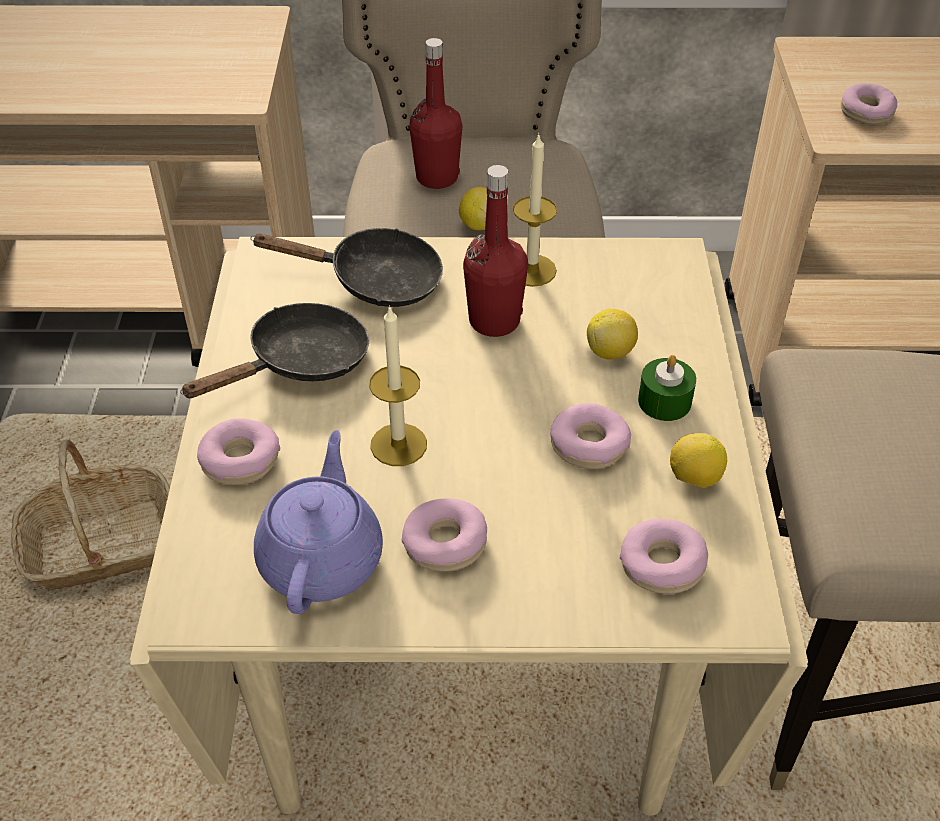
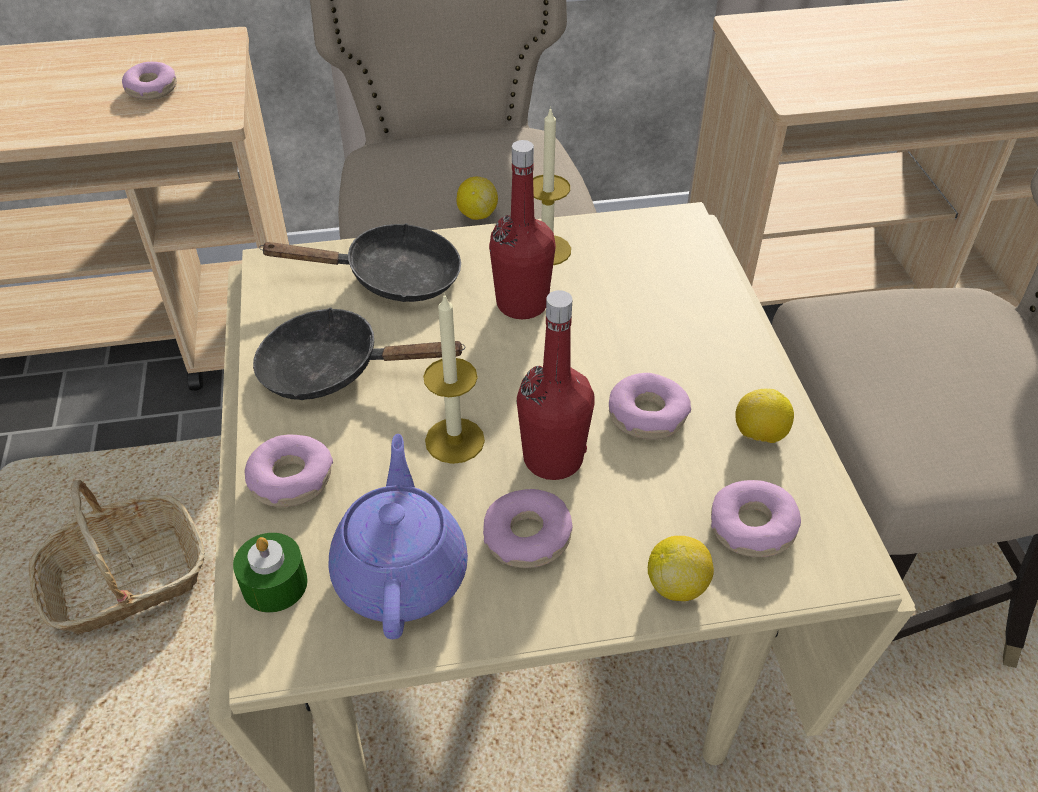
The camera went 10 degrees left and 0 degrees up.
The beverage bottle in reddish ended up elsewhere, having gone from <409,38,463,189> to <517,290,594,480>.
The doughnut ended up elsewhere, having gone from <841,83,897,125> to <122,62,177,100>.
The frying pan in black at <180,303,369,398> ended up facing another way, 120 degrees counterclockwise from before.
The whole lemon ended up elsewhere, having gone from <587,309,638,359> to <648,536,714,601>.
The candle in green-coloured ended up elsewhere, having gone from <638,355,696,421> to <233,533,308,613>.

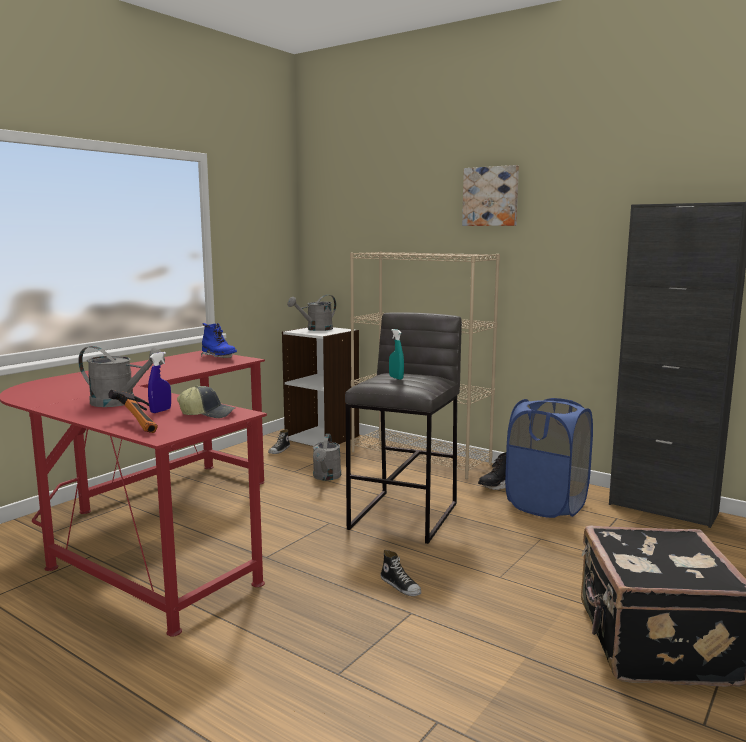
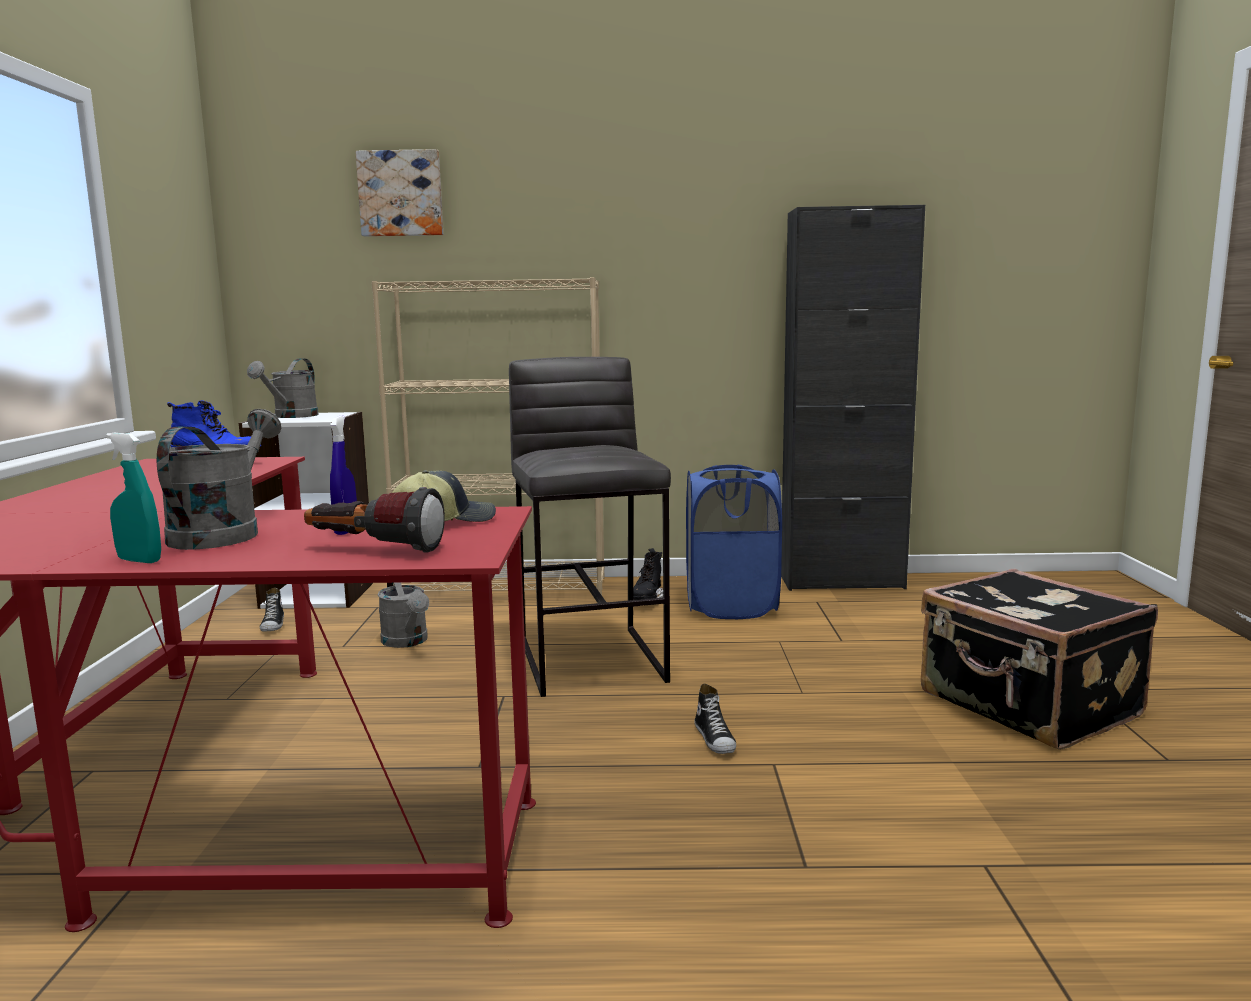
The camera went 35 degrees left and 0 degrees up.
The wall picture ended up elsewhere, having gone from <462,165,519,226> to <355,149,443,237>.
The hand sprayer in turquoise-coloured ended up elsewhere, having gone from <389,329,404,380> to <106,433,161,563>.
The watering pot in greyish at <78,346,165,407> ended up facing another way, 60 degrees counterclockwise from before.
Where the hand hammer stood at <108,390,158,433>, the hand torch came to stand at <304,487,445,553>.
The shoe at <380,550,421,596> ended up facing another way, 60 degrees clockwise from before.

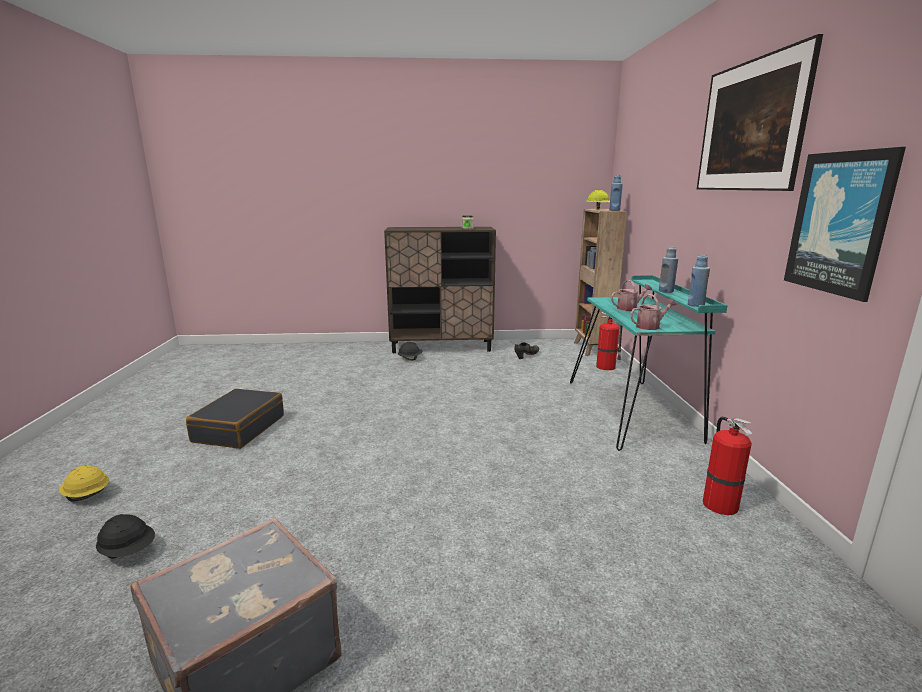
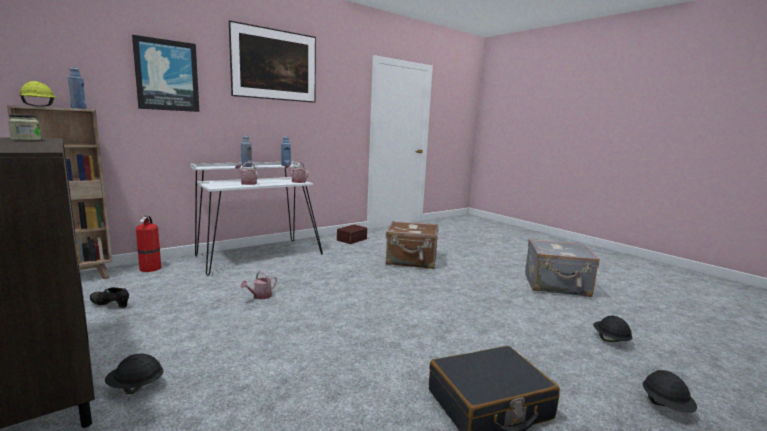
The camera went 125 degrees left and 5 degrees down.
The wall picture ended up elsewhere, having gone from <784,147,906,302> to <132,35,199,112>.
What was the desk table in turquoise-coloured at <570,275,728,451> turned into the desk table in white at <190,162,323,276>.
Where the extinguisher stood at <703,416,752,515>, the storage container in brown-coloured came to stand at <337,224,367,244>.
What was the safety helmet in yellowish at <59,465,109,502> turned into the safety helmet in black at <643,370,697,413>.
The second view gained the travel case in brown-coloured at <386,221,438,269>.
The second view gained the watering pot at <240,271,277,299>.

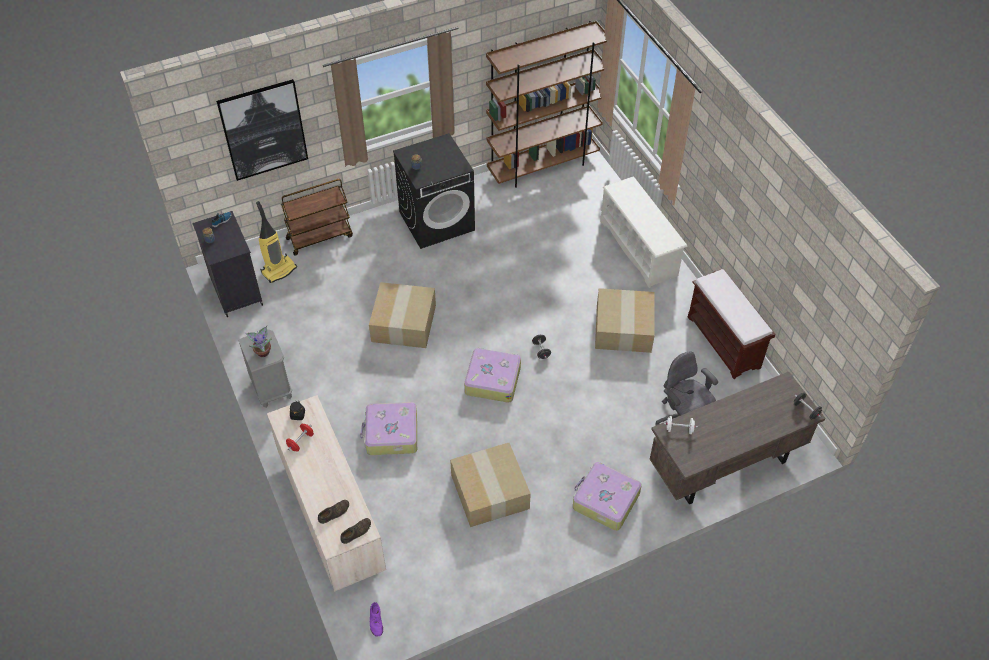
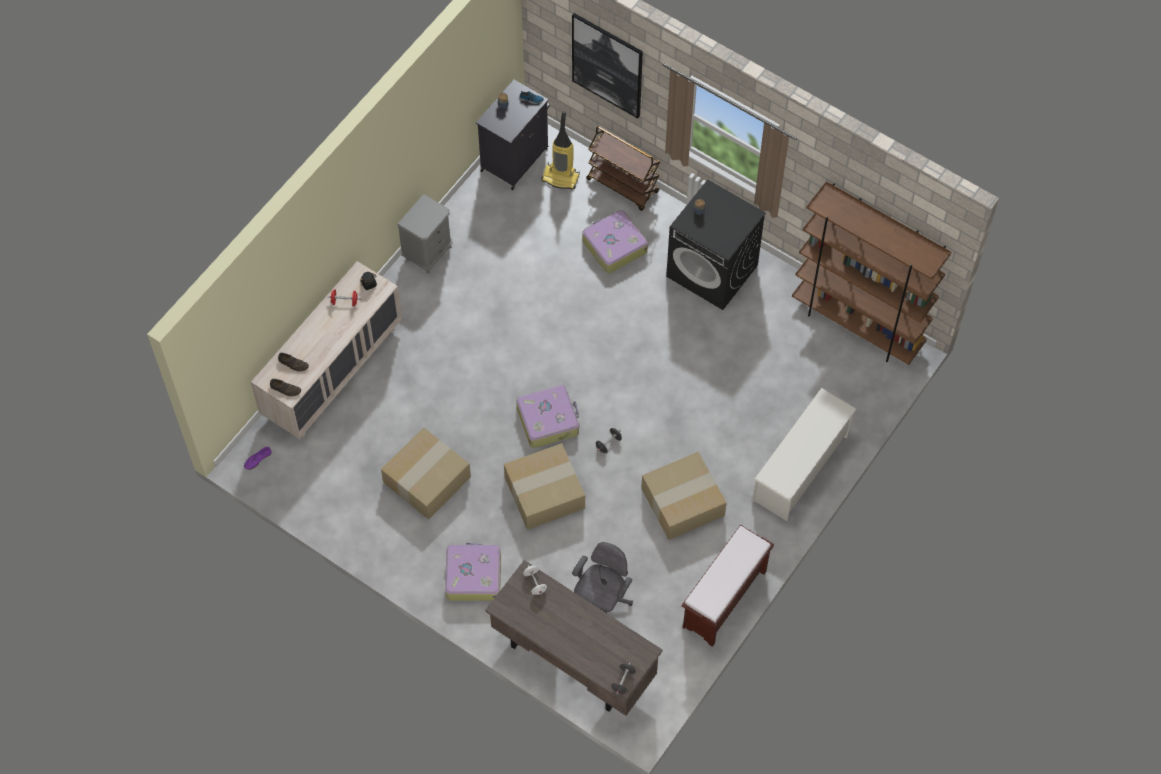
The camera went 60 degrees right and 10 degrees up.
The cardboard box ended up elsewhere, having gone from <369,282,436,348> to <504,443,585,530>.
The second view lost the houseplant at <245,325,272,357>.
The travel case ended up elsewhere, having gone from <360,402,417,455> to <582,210,648,273>.

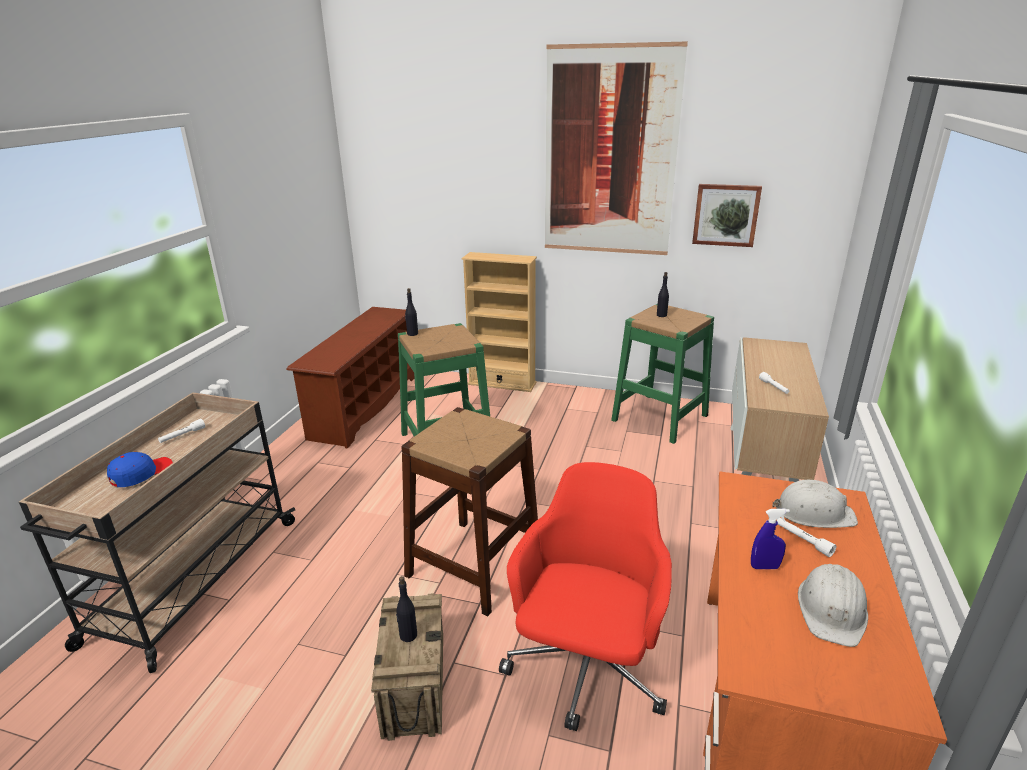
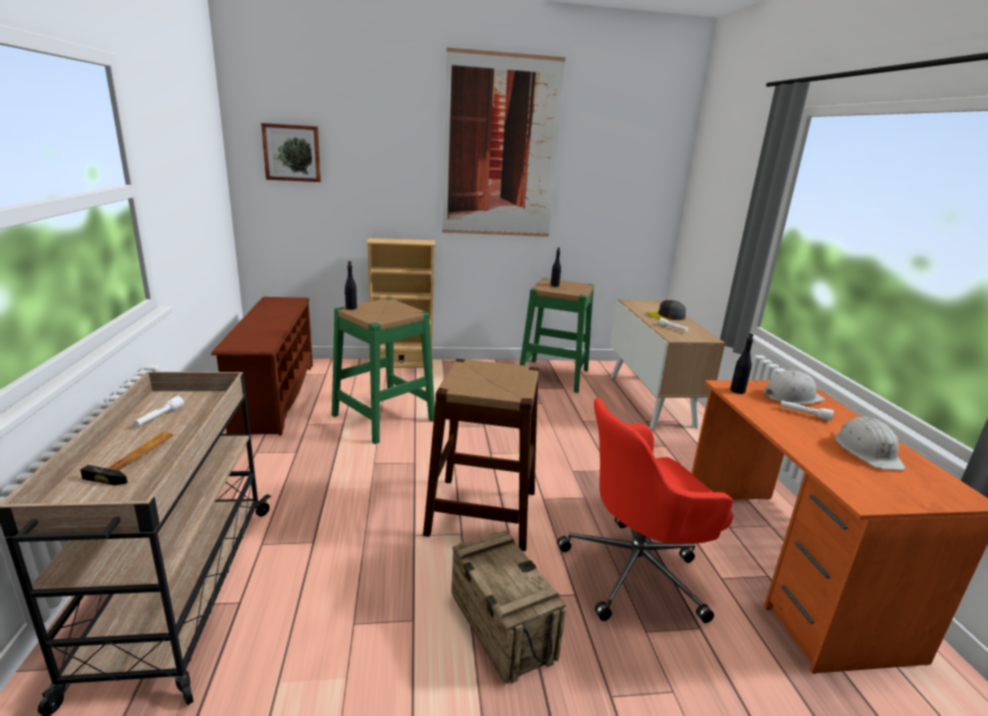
The camera went 25 degrees left and 5 degrees down.
The wall picture ended up elsewhere, having gone from <692,184,762,247> to <261,123,321,182>.
Where the peaked cap in blue stood at <107,452,173,487>, the hand hammer came to stand at <80,432,174,486>.
The computer chair in reddish at <499,462,672,731> ended up facing another way, 105 degrees counterclockwise from before.
The second view lost the hand sprayer in blue at <751,509,790,569>.
The beverage bottle in black ended up elsewhere, having gone from <396,576,417,642> to <730,333,754,394>.
The second view gained the peaked cap in greyish at <649,300,686,320>.

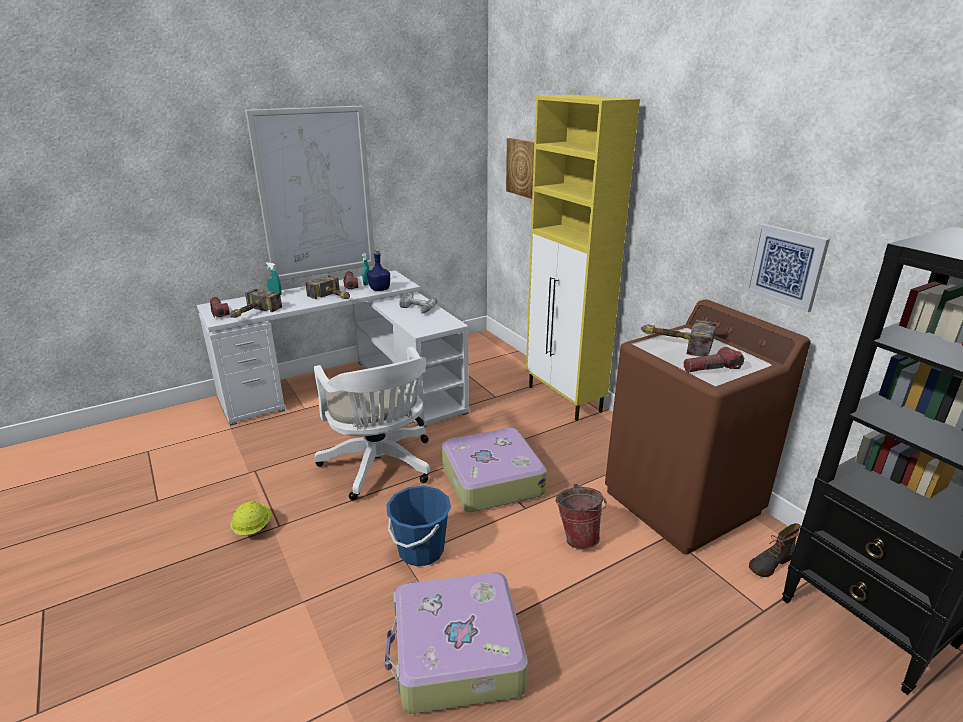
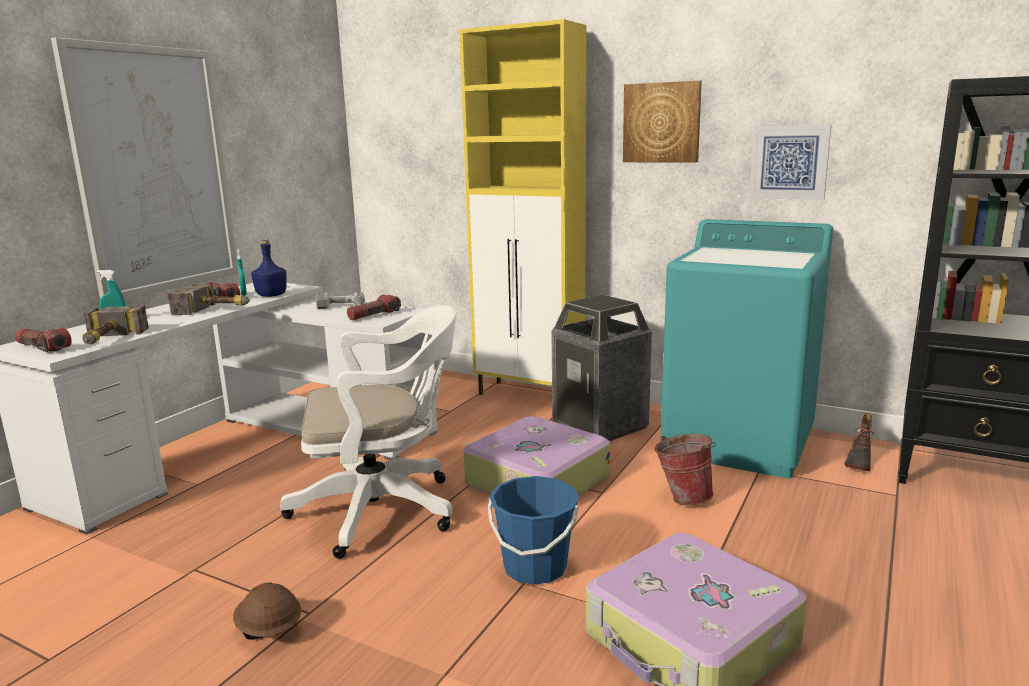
The camera went 30 degrees left and 10 degrees down.
The wall picture ended up elsewhere, having gone from <506,138,534,199> to <623,80,702,162>.
What was the laundry appliance in brown-coloured at <605,300,810,555> turned into the laundry appliance in turquoise-coloured at <660,219,833,478>.
The second view lost the hand hammer at <641,320,717,357>.
The computer chair in white at <314,347,430,501> ended up facing another way, 45 degrees counterclockwise from before.
The hand torch ended up elsewhere, having gone from <683,347,744,372> to <347,295,401,320>.
What was the safety helmet in yellowish at <230,501,271,535> turned into the safety helmet in brown-coloured at <233,582,301,640>.
The second view gained the waste bin at <551,295,652,441>.

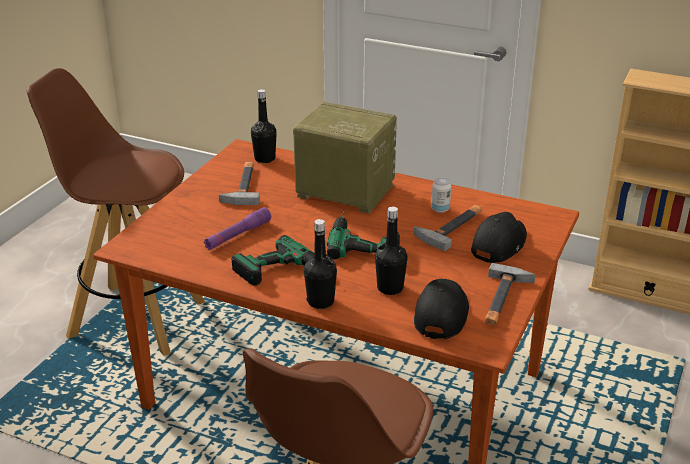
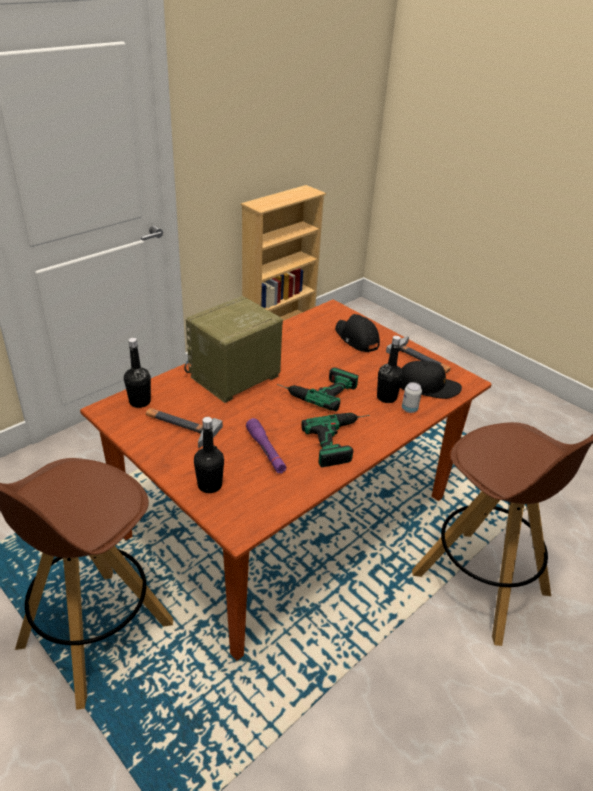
The camera went 70 degrees left and 5 degrees up.
The sealed can ended up elsewhere, having gone from <431,178,451,213> to <402,382,422,413>.
The second view lost the hand hammer at <413,205,482,251>.
The beverage bottle in black ended up elsewhere, having gone from <304,219,337,309> to <194,417,224,493>.
The peaked cap in black at <414,279,469,339> ended up facing another way, 150 degrees clockwise from before.

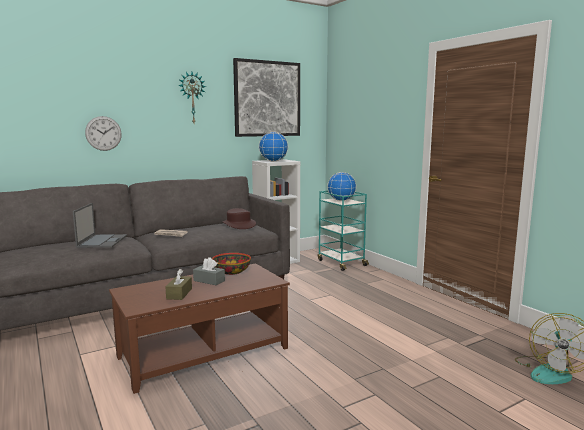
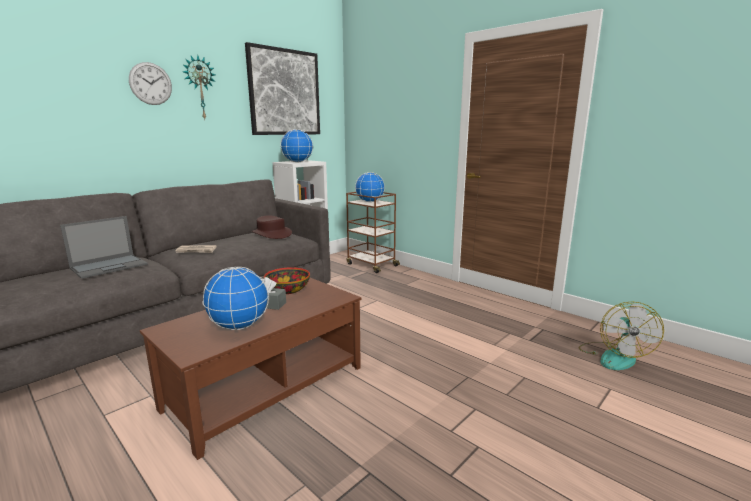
The camera went 15 degrees left and 5 degrees up.
The clock on the wall ended up elsewhere, having gone from <85,116,122,151> to <129,62,172,105>.
What was the trolley in turquoise-coloured at <318,190,369,271> turned into the trolley in brown-coloured at <346,192,400,273>.
The portable computer at <73,203,127,248> ended up facing another way, 60 degrees clockwise from before.
Where the box of tissues in brown-coloured stood at <166,269,192,300>, the globe came to stand at <202,266,269,330>.

